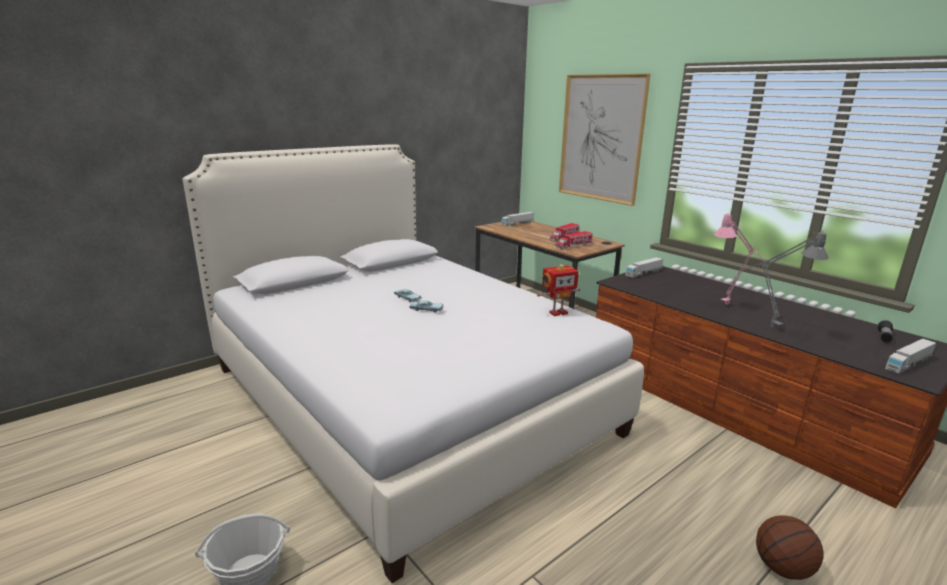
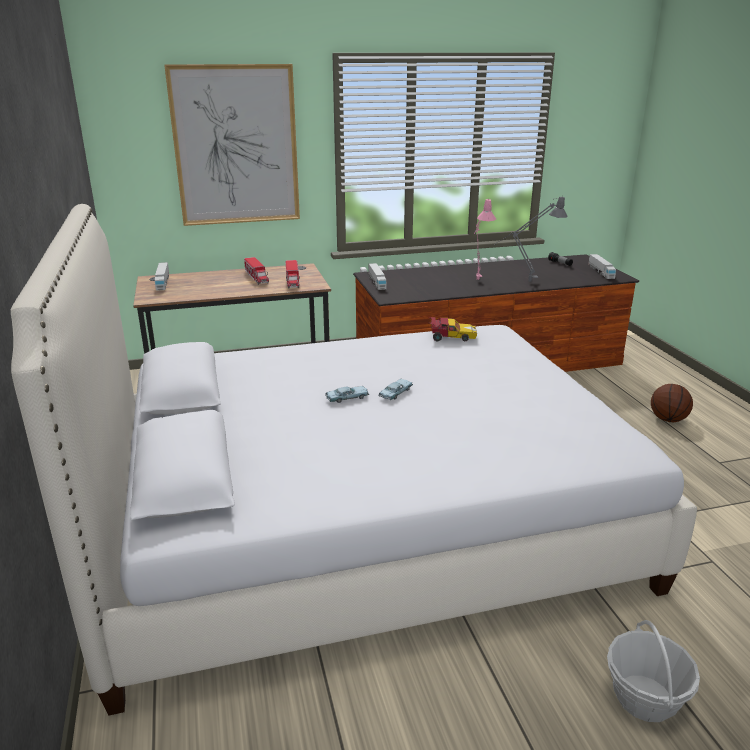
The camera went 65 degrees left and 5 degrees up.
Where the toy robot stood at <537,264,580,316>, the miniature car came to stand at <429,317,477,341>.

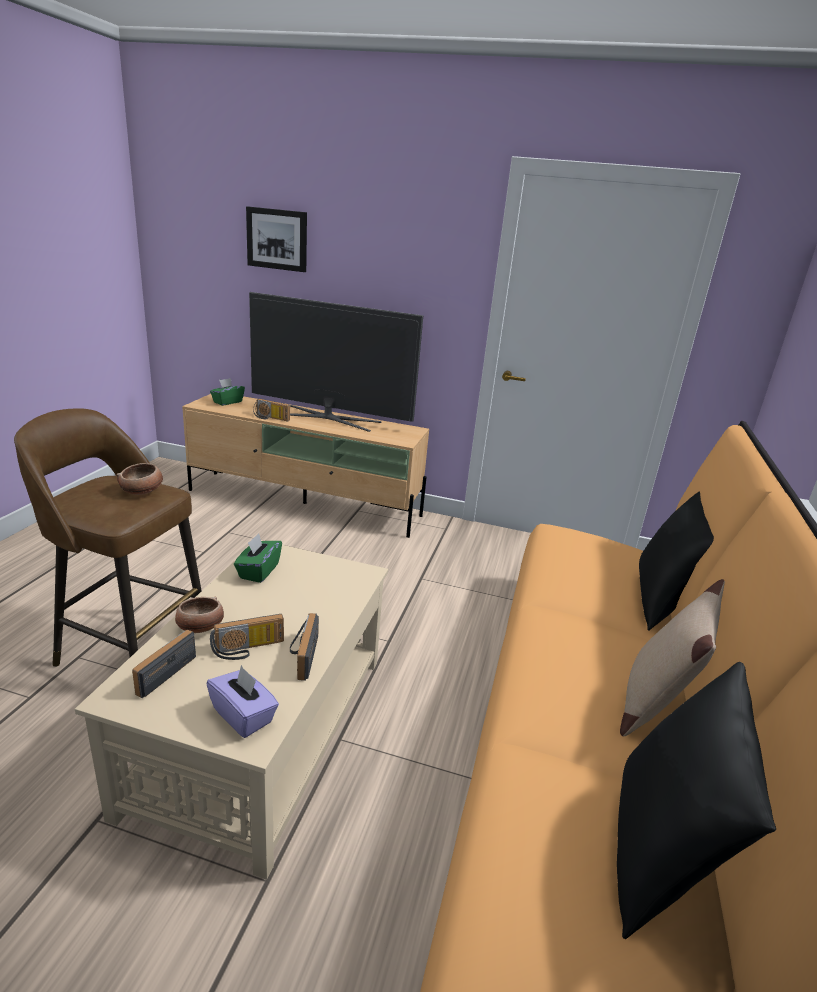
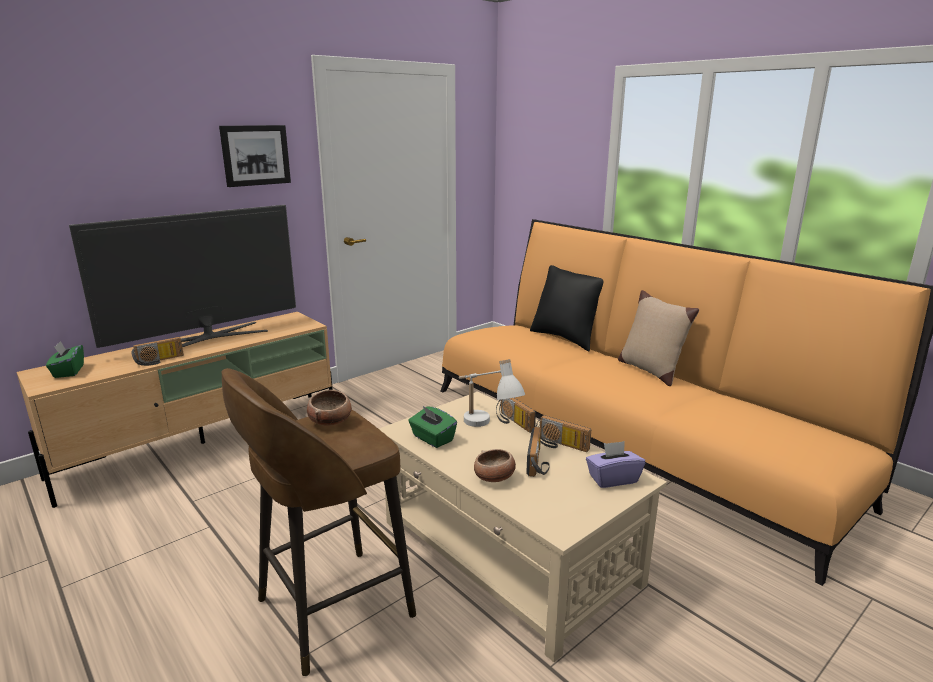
The camera went 55 degrees left and 5 degrees down.
The wall picture ended up elsewhere, having gone from <246,206,307,272> to <219,125,291,187>.
The radio ended up elsewhere, having gone from <132,630,196,698> to <496,398,536,433>.
The second view lost the pillow in black at <617,662,776,939>.
The second view gained the lamp for a table in white at <459,359,525,427>.

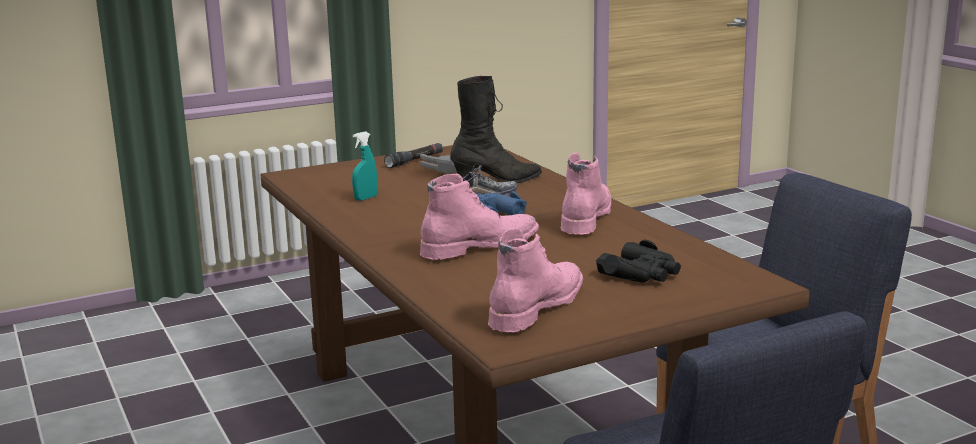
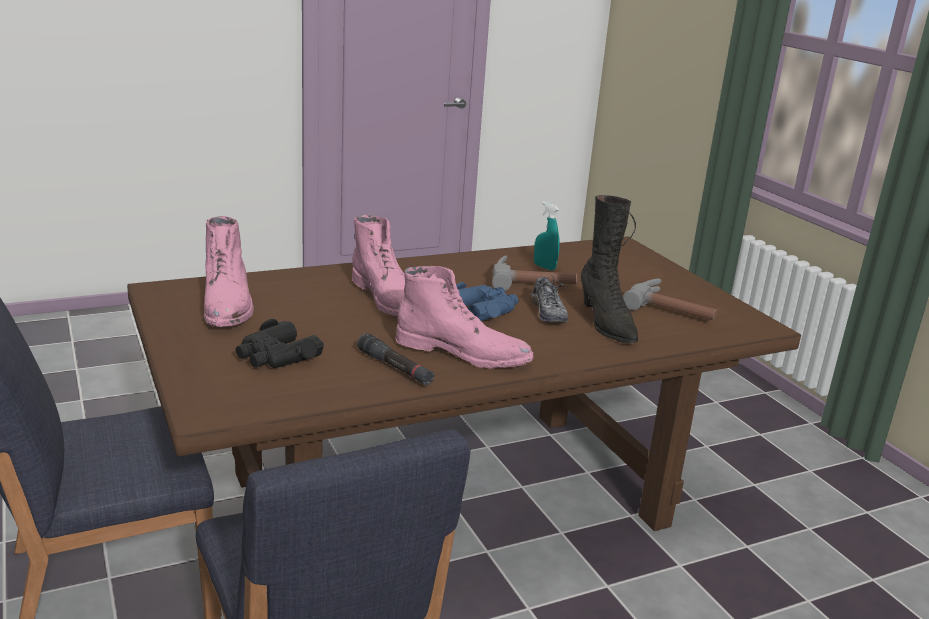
The camera went 90 degrees right and 5 degrees up.
The hand torch in black ended up elsewhere, having gone from <384,143,443,168> to <357,333,435,385>.
The boot in pinkish at <488,227,583,332> ended up facing another way, 45 degrees clockwise from before.
The second view gained the hand hammer at <492,256,577,291>.

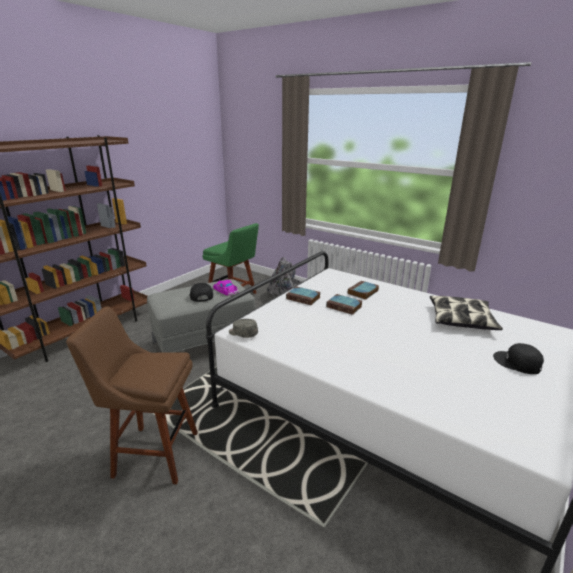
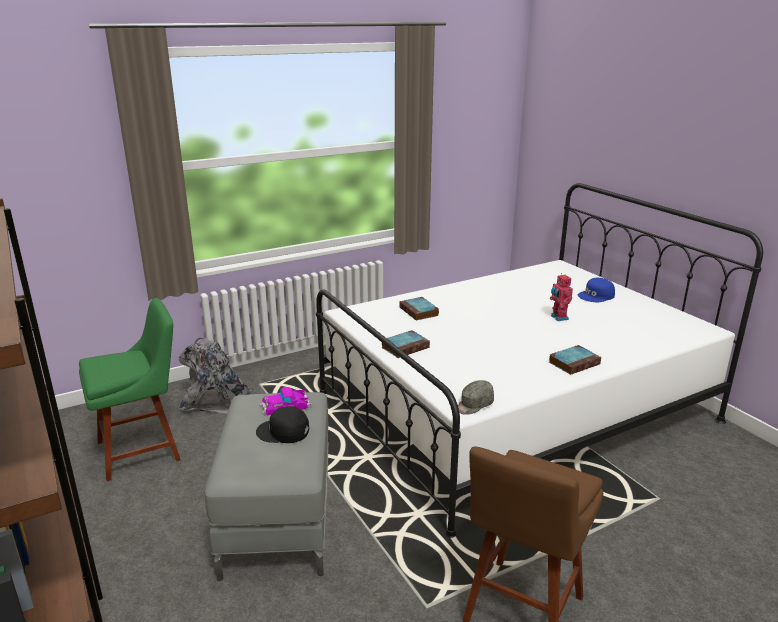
The camera went 65 degrees left and 0 degrees up.
The bound book ended up elsewhere, having gone from <326,294,362,315> to <549,345,601,375>.
The second view lost the pillow at <430,296,503,330>.
What was the peaked cap in black at <493,343,544,374> turned into the peaked cap in blue at <577,278,615,302>.
The second view gained the toy robot at <550,273,573,321>.

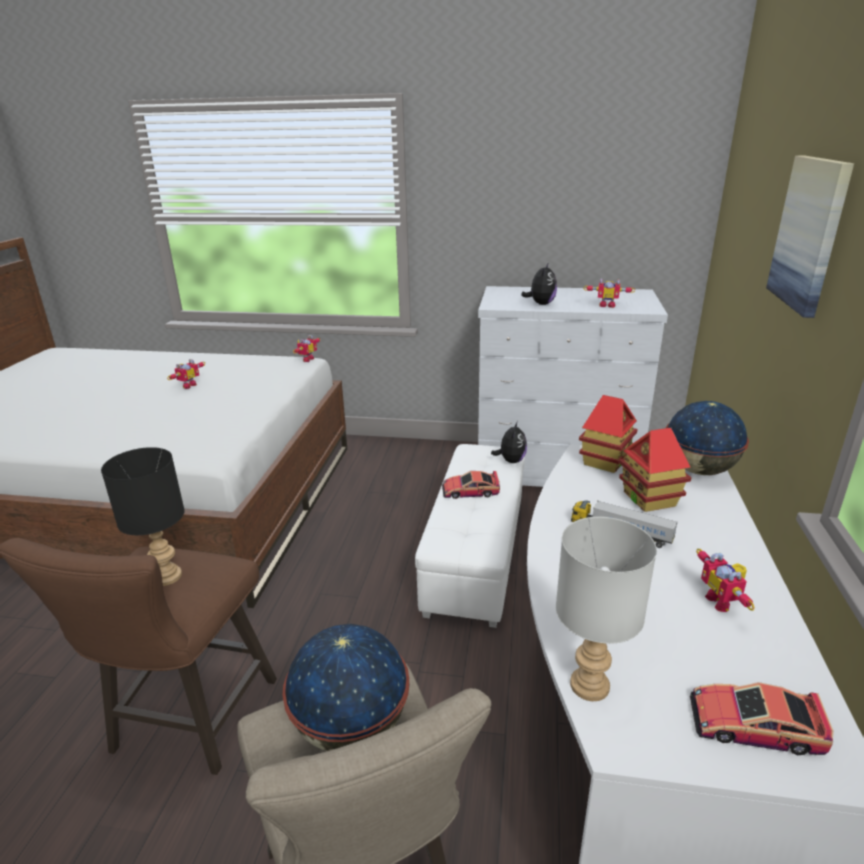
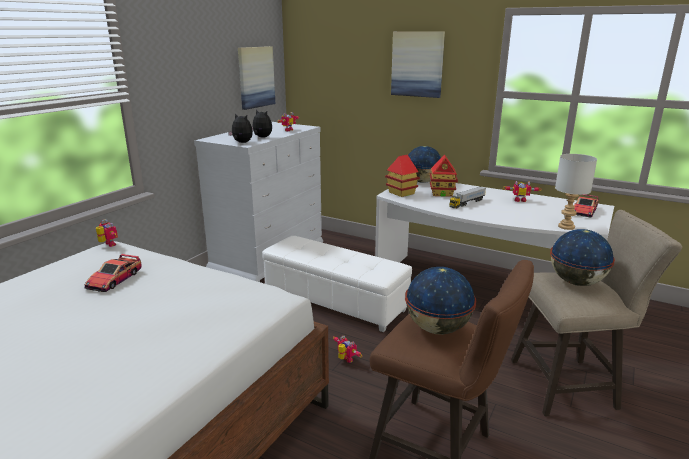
The camera went 70 degrees left and 5 degrees down.
The toy robot ended up elsewhere, having gone from <167,359,205,389> to <333,336,362,363>.
The soft toy ended up elsewhere, having gone from <491,421,527,463> to <228,113,253,143>.
Where the lamp for a table in black stood at <101,447,185,586>, the globe came to stand at <405,267,476,335>.
The miniature car ended up elsewhere, having gone from <442,471,500,499> to <85,254,142,292>.
The second view gained the wall picture at <238,46,275,110>.

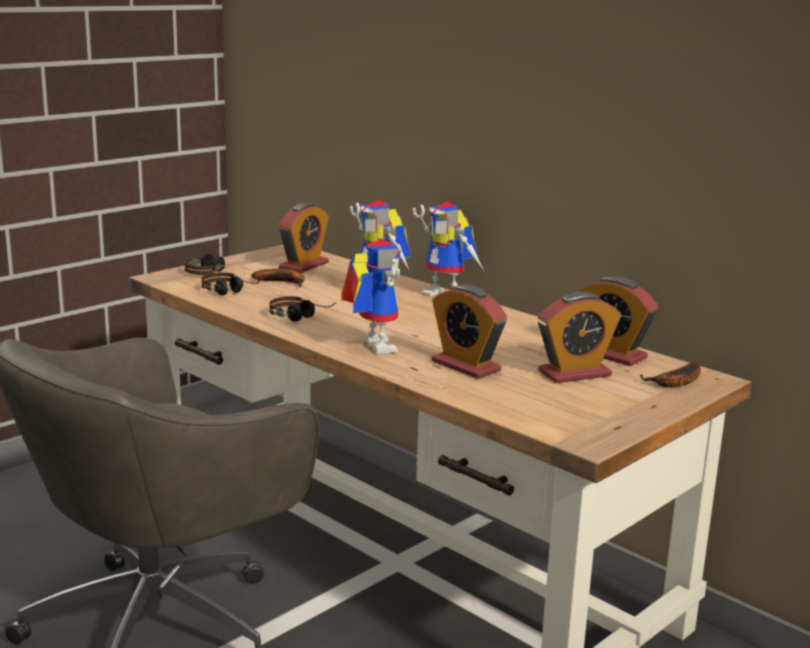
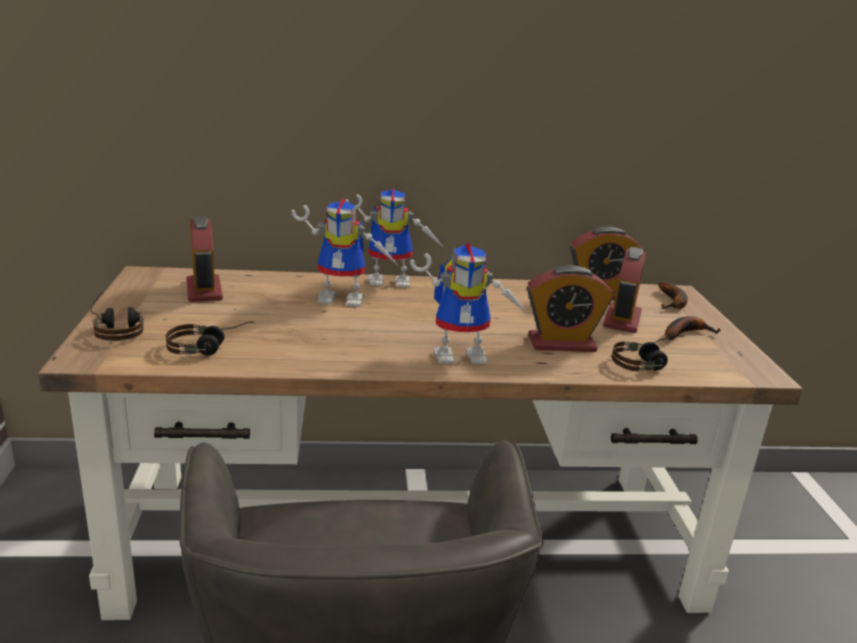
The camera went 50 degrees left and 5 degrees up.
The toy robot at <341,239,402,353> ended up facing another way, 150 degrees clockwise from before.
The banana fruit ended up elsewhere, having gone from <251,268,304,287> to <665,316,721,340>.
The headphones ended up elsewhere, having gone from <269,296,337,322> to <612,335,681,371>.

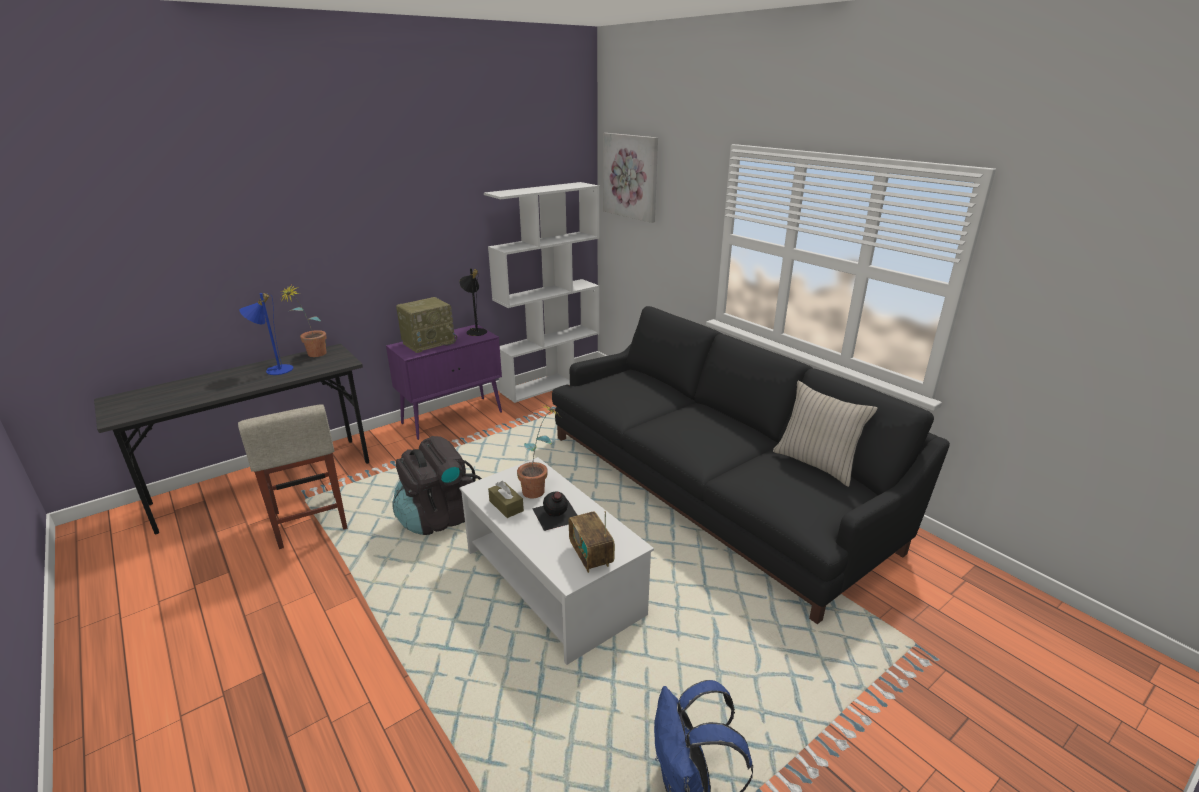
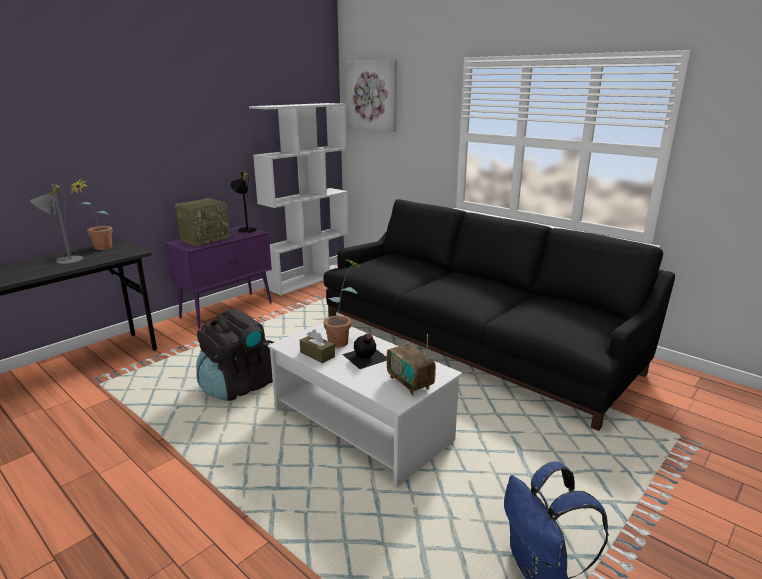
The camera went 10 degrees left and 5 degrees down.
What was the lamp for a table in blue at <239,293,293,375> turned into the lamp for a table in greyish at <30,184,83,264>.
The second view lost the pillow in sand-coloured at <773,381,878,487>.
The second view lost the stool in sand-coloured at <238,405,348,549>.

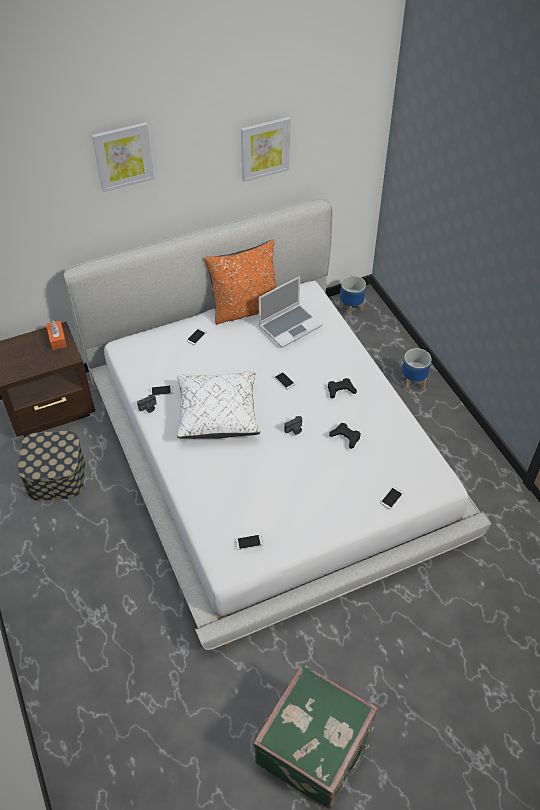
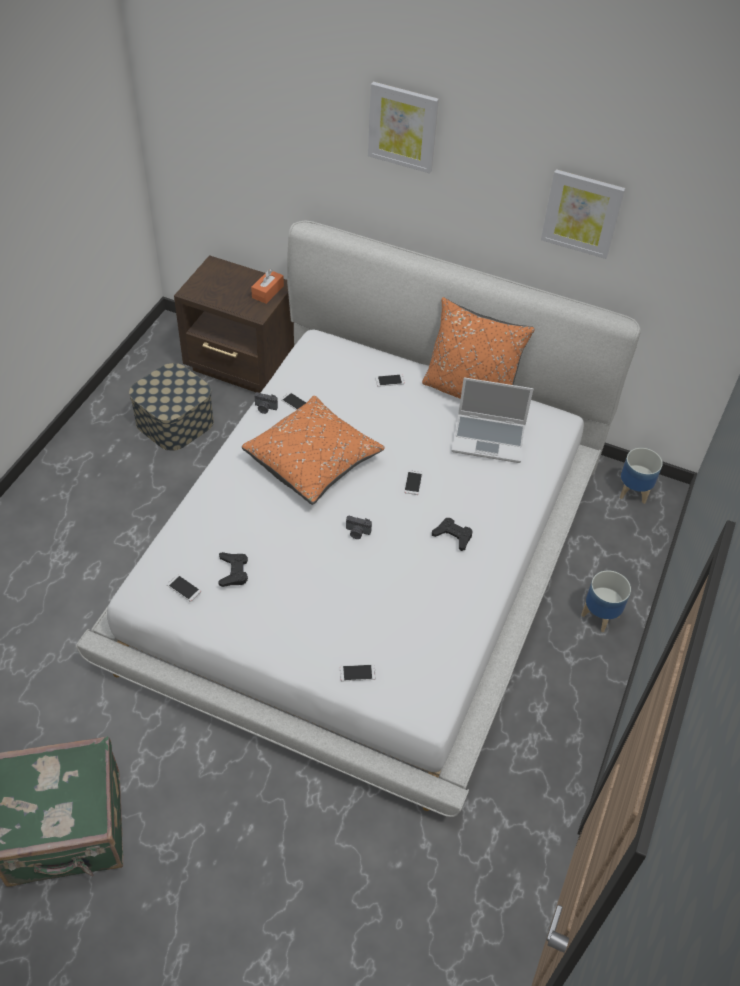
The camera went 45 degrees right and 0 degrees up.
What was the pillow in white at <177,371,260,439> turned into the pillow in orangey at <242,395,385,505>.
The game controller in black ended up elsewhere, having gone from <329,423,361,449> to <218,552,248,587>.

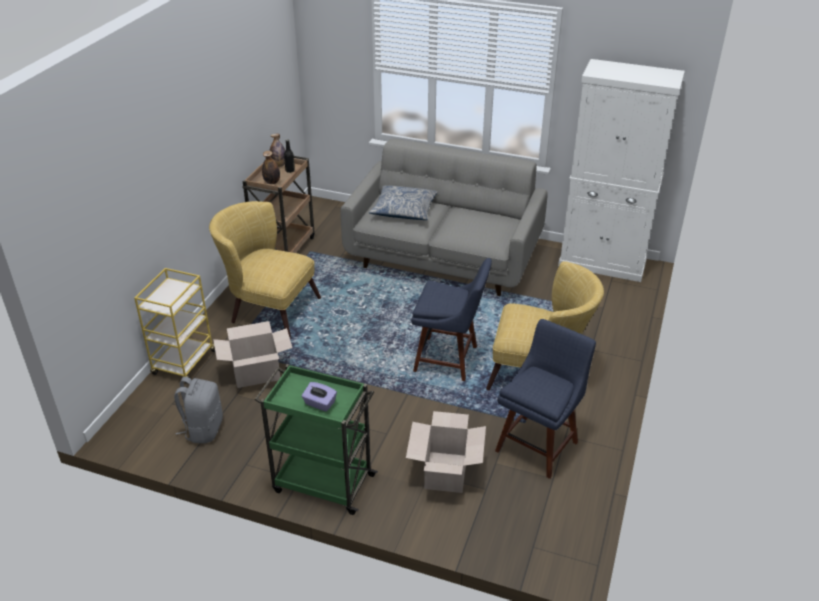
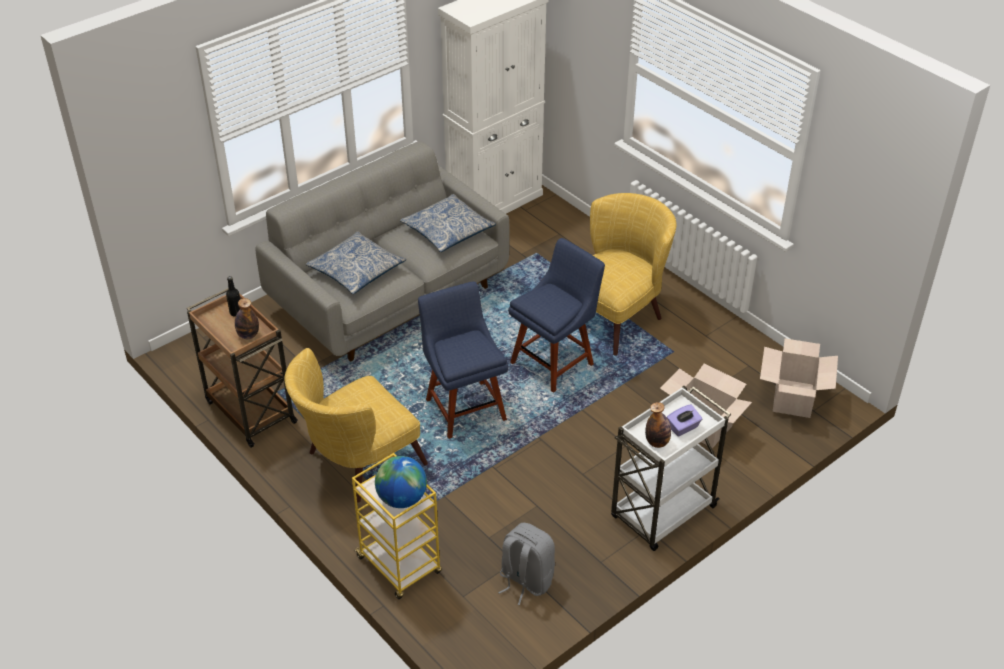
The camera went 60 degrees left and 5 degrees up.
The beverage bottle ended up elsewhere, having gone from <269,134,285,167> to <645,402,671,448>.
The plain chair in blue ended up elsewhere, having gone from <495,319,596,479> to <418,281,508,439>.
The cardboard box ended up elsewhere, having gone from <213,321,292,388> to <760,338,838,418>.
What was the trolley in green-coloured at <255,364,378,515> turned into the trolley in white at <611,386,731,551>.
The second view gained the pillow at <400,194,496,252>.
The second view gained the globe at <375,456,427,508>.

